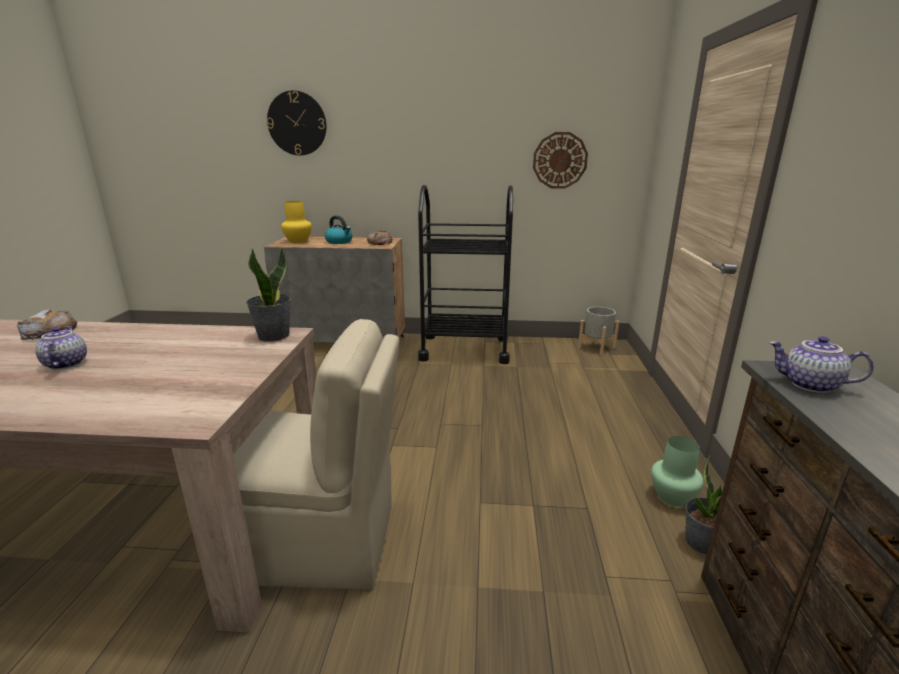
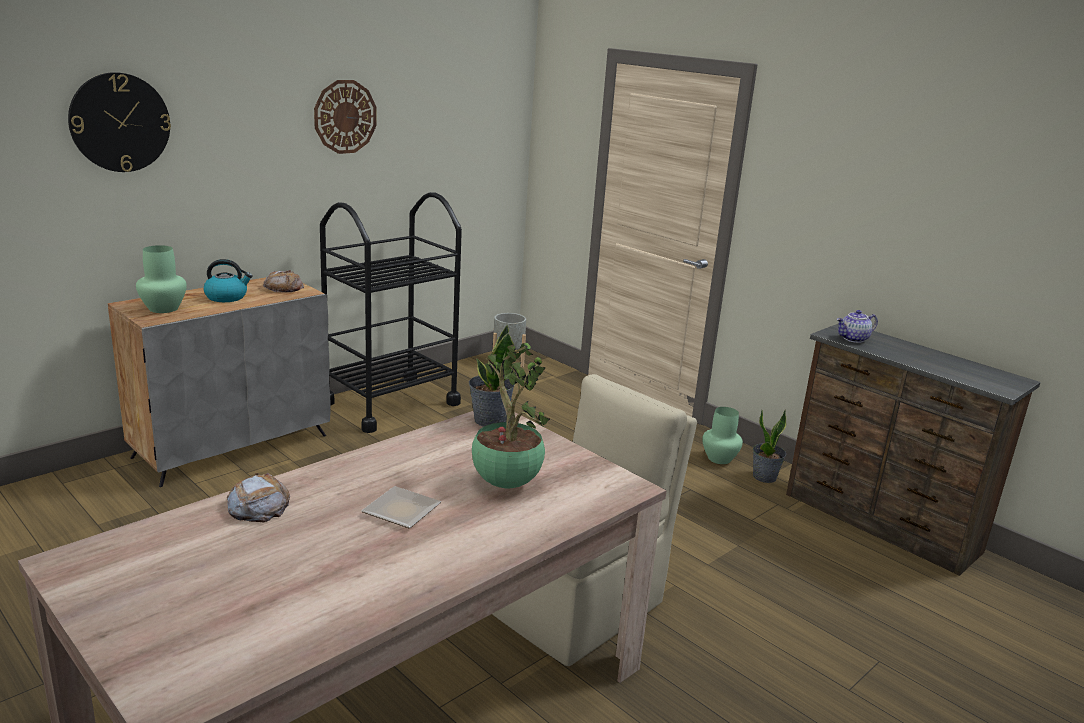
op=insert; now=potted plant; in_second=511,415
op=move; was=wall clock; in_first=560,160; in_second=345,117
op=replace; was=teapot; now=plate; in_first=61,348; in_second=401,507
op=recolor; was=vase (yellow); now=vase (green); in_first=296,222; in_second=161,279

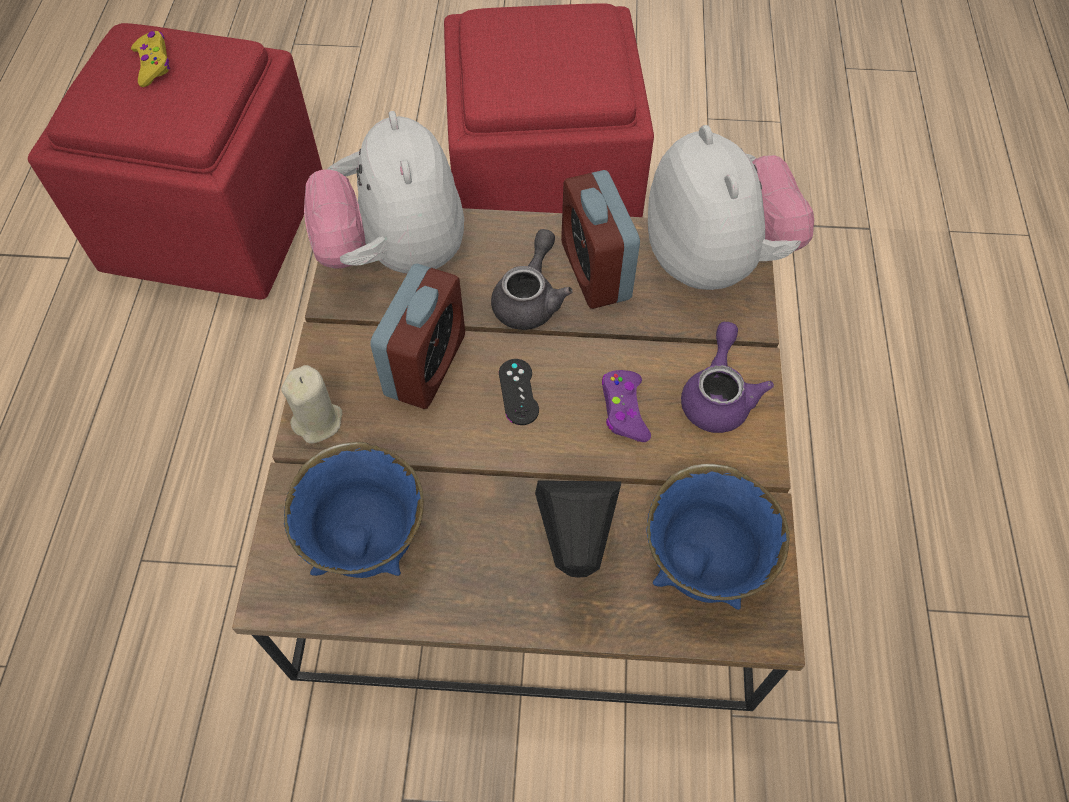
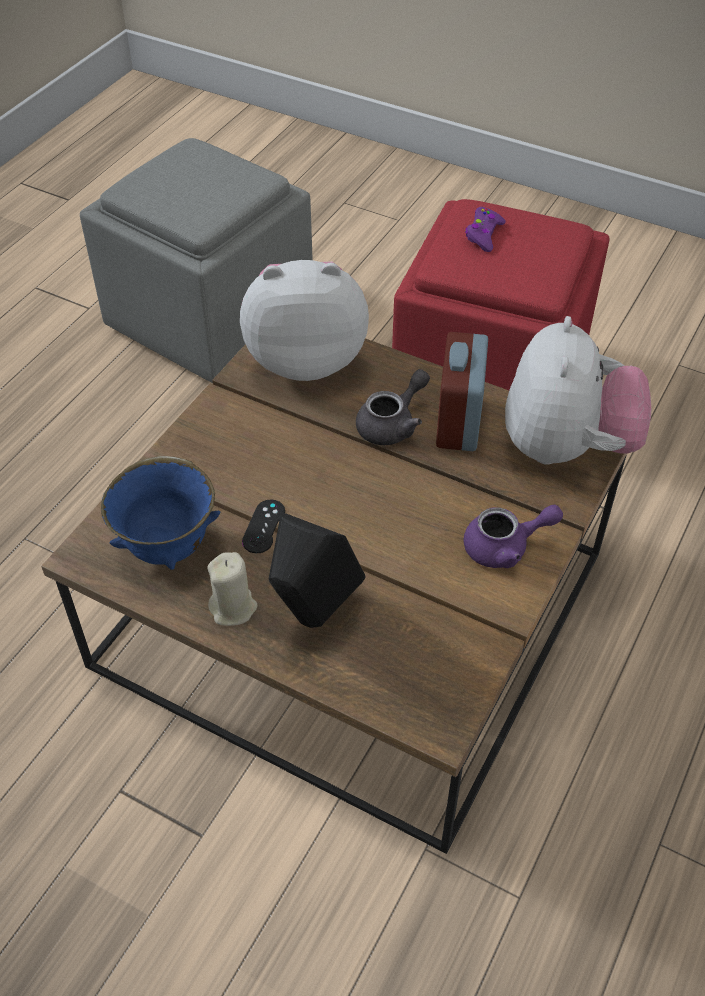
op=delete; was=game controller (yellow); in_first=150,59
op=delete; was=alarm clock; in_first=417,336
op=delete; was=bowl (blue); in_first=718,537
op=move; was=candle (beige); in_first=311,404; in_second=233,589
op=move; was=game controller (black); in_first=519,392; in_second=263,526
op=move; was=game controller (purple); in_first=626,406; in_second=485,229
op=recolor; was=ottoman (red); now=ottoman (grey); in_first=175,161; in_second=196,260
op=rotate; was=plush toy; in_first=384,192; in_second=304,320; clockwise=75
op=rotate; was=teapot (purple); in_first=727,377; in_second=513,536; clockwise=45

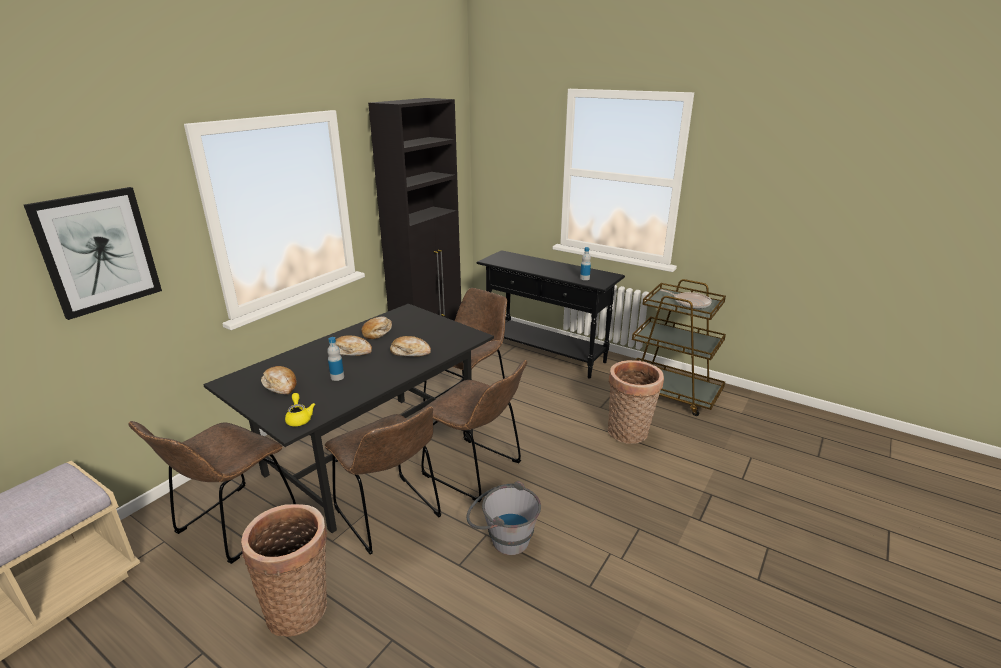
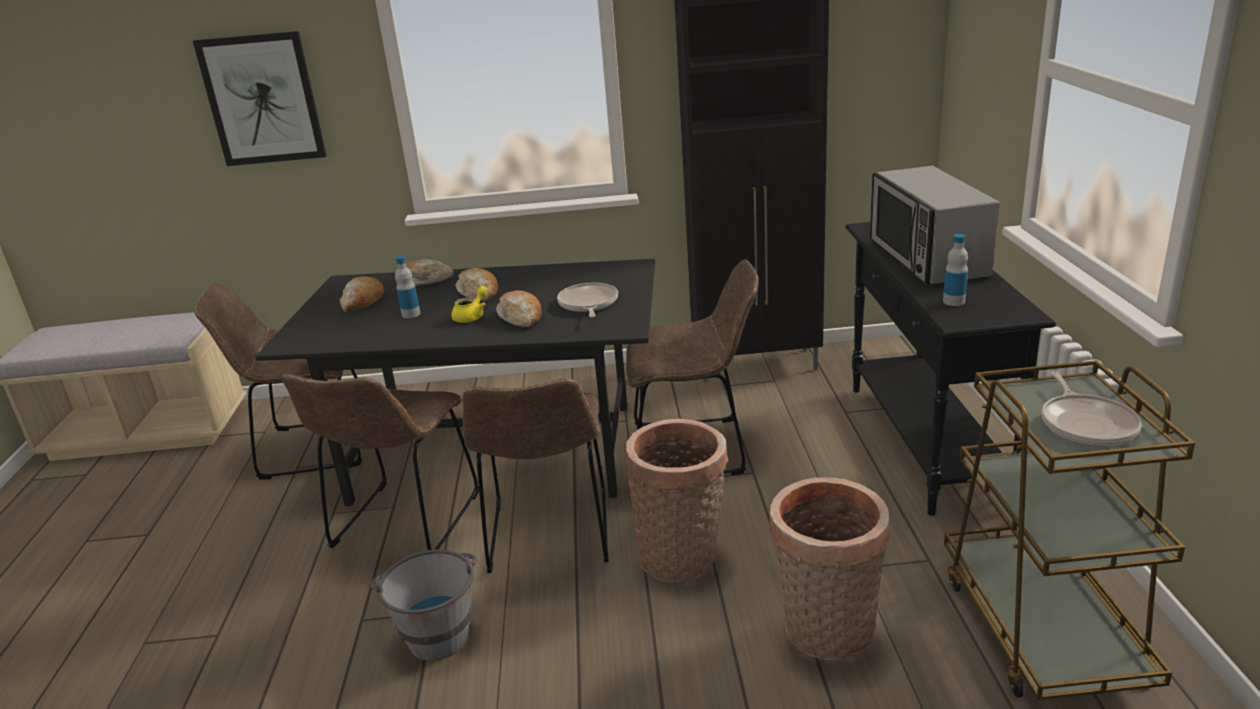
op=insert; now=frying pan; in_second=587,300
op=insert; now=microwave; in_second=935,225
op=move; was=basket; in_first=284,570; in_second=676,501
op=move; was=teapot (yellow); in_first=300,409; in_second=469,304
op=move; was=bread; in_first=376,327; in_second=424,272

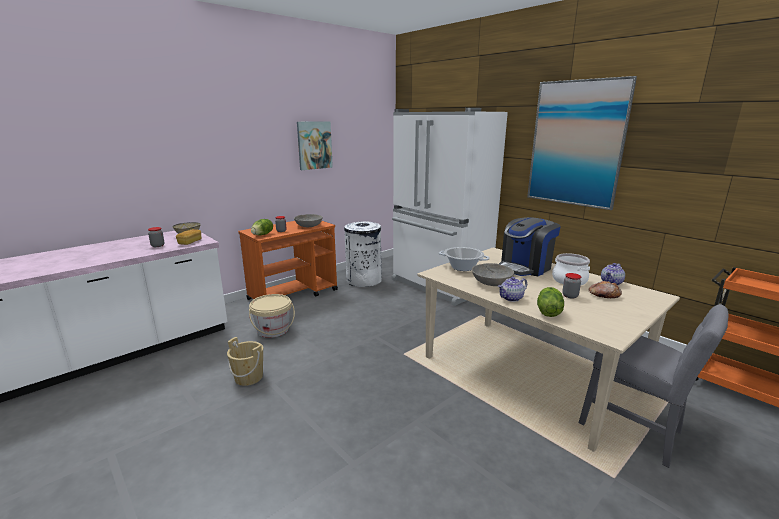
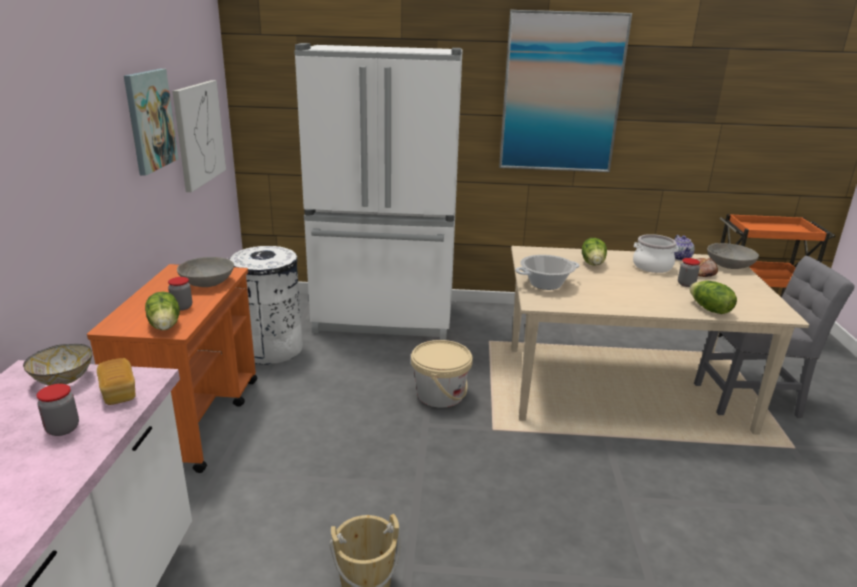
op=delete; was=teapot; in_first=512,289
op=insert; now=picture; in_second=199,136
op=move; was=bucket (beige); in_first=272,316; in_second=442,374
op=move; was=bowl (grey); in_first=493,274; in_second=733,256
op=replace; was=coffee machine; now=lettuce; in_first=530,246; in_second=594,252

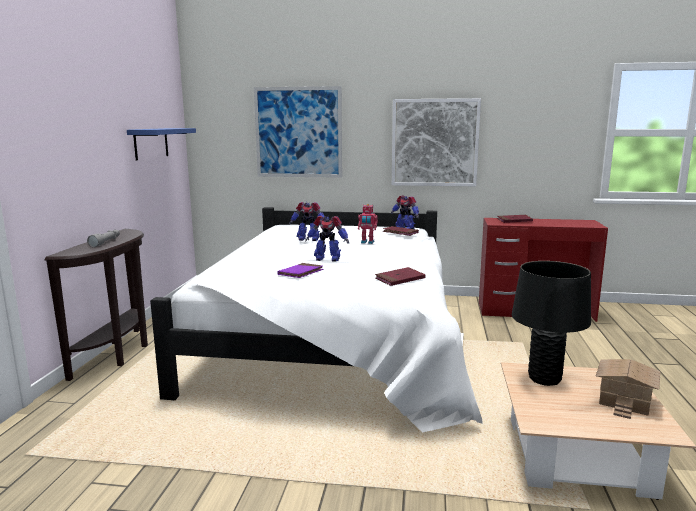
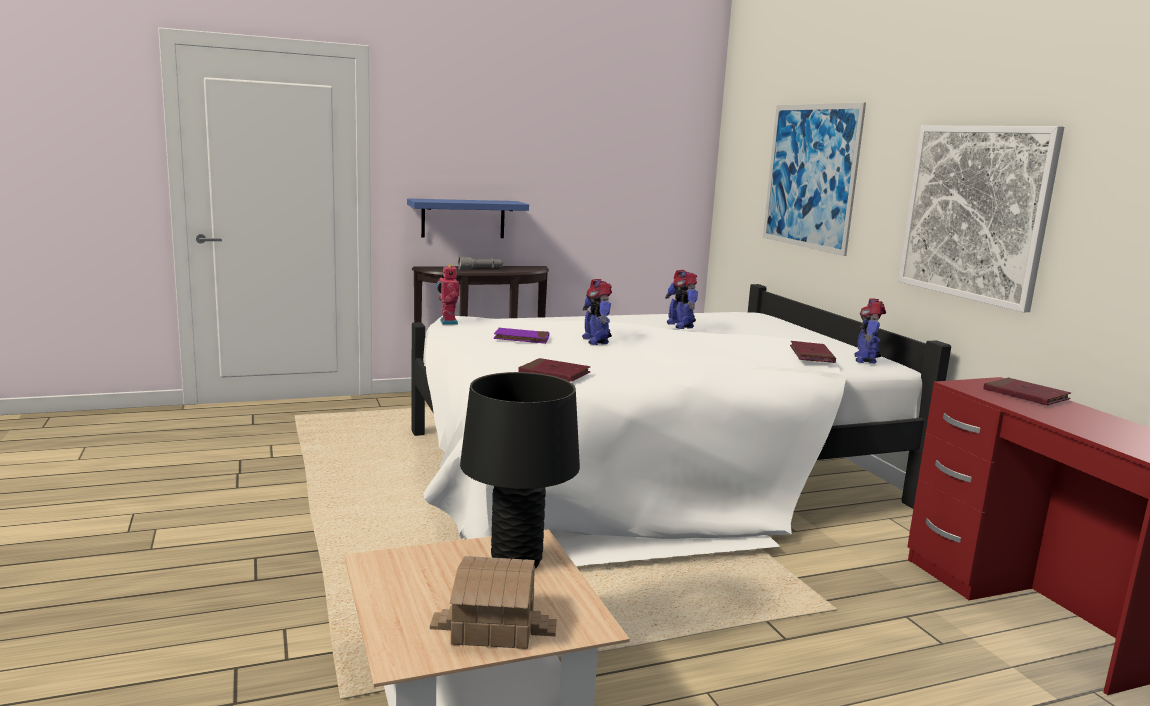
op=move; was=shelf (blue); in_first=161,144; in_second=468,218
op=move; was=toy robot; in_first=368,224; in_second=447,295

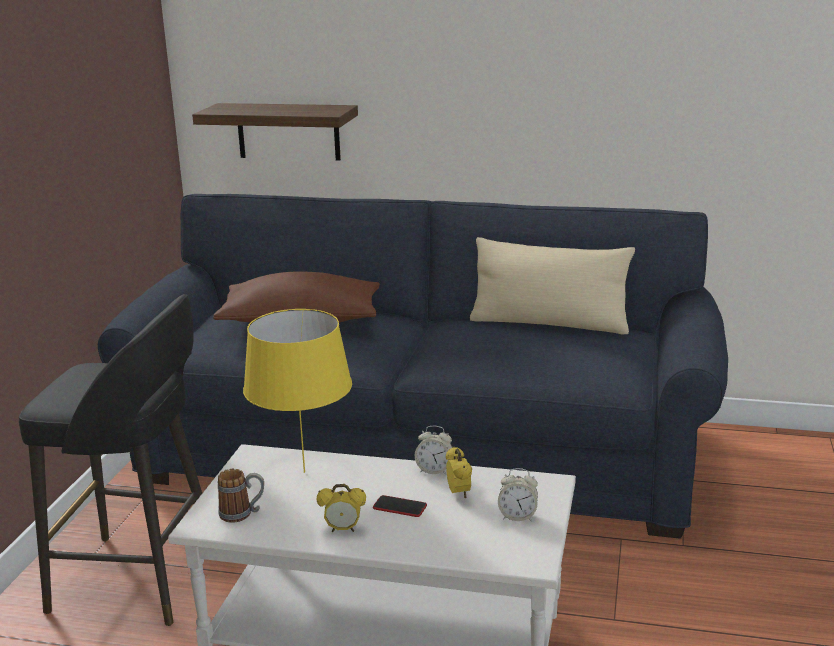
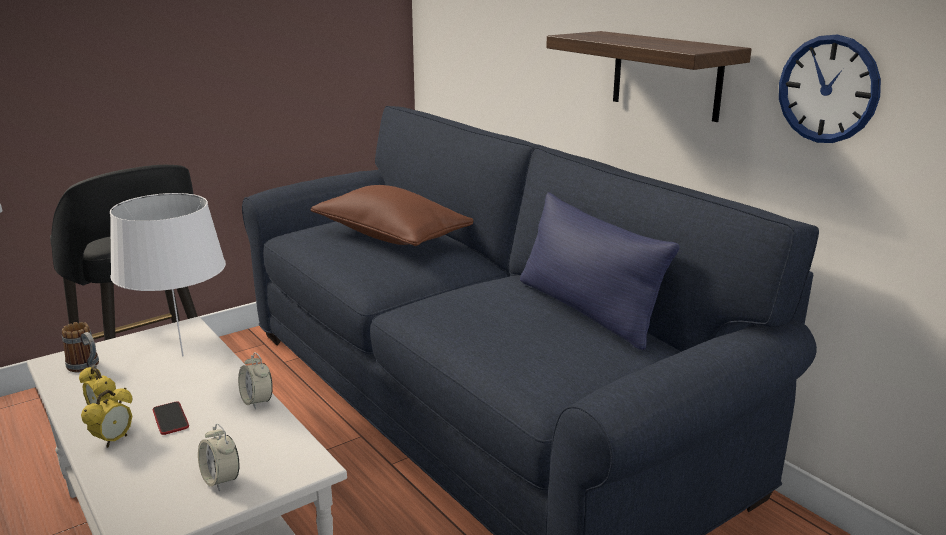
op=insert; now=wall clock; in_second=830,88
op=move; was=shelf; in_first=275,132; in_second=649,76
op=move; was=alarm clock; in_first=459,473; in_second=106,418
op=recolor; was=table lamp (yellow); now=table lamp (white); in_first=297,391; in_second=168,275
op=recolor; was=pillow (beige); now=pillow (blue); in_first=552,285; in_second=600,271

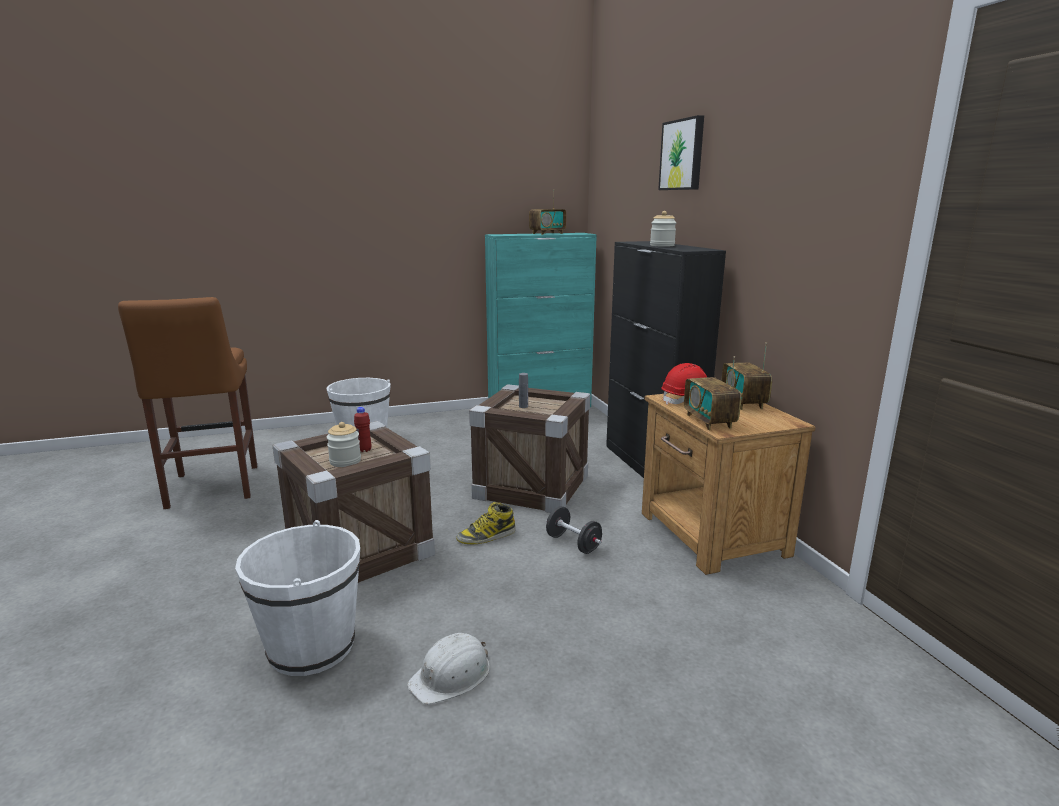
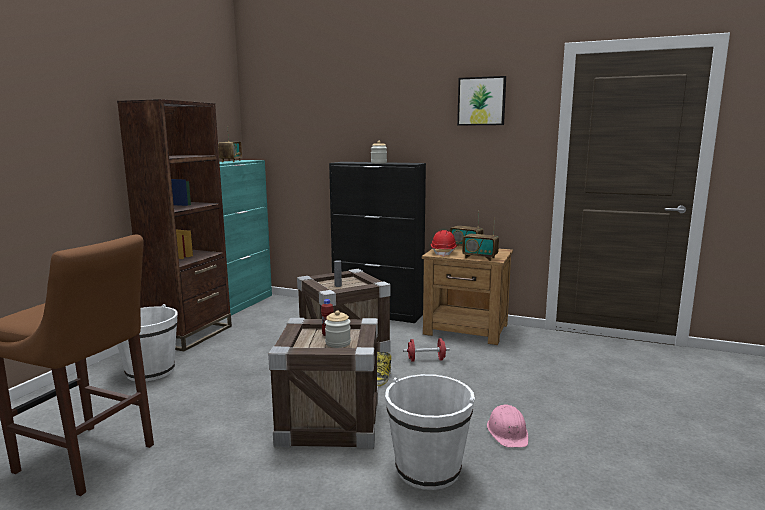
op=insert; now=bookcase (brown); in_second=174,225
op=move; was=picture; in_first=681,152; in_second=481,101
op=recolor; was=hard hat (white); now=hard hat (pink); in_first=448,668; in_second=508,426
op=recolor; was=dumbbell (black); now=dumbbell (red); in_first=574,530; in_second=426,350

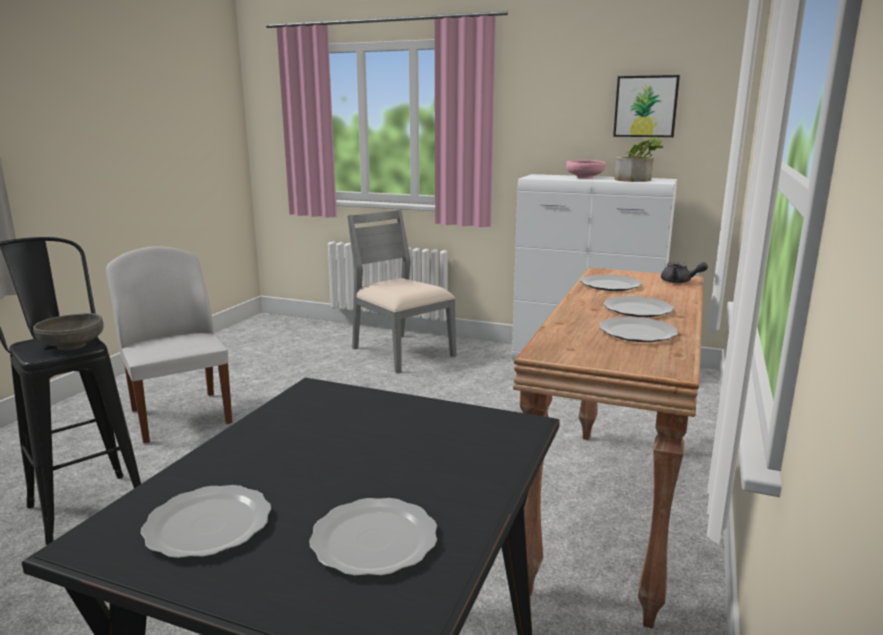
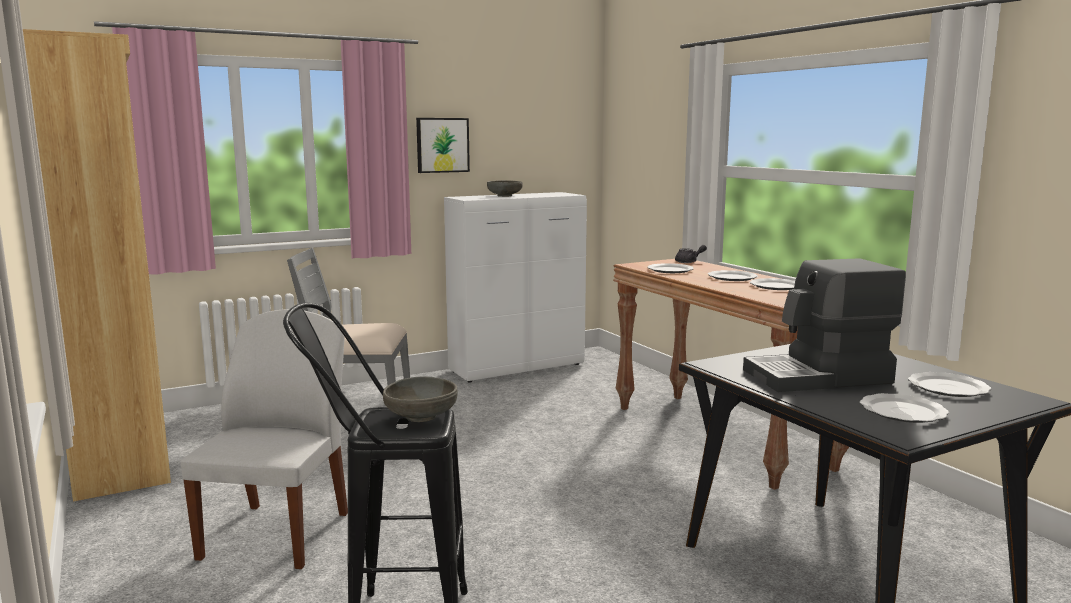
op=delete; was=potted plant; in_first=638,159
op=insert; now=bookcase (brown); in_second=97,265
op=insert; now=coffee machine; in_second=824,325
op=move; was=picture; in_first=646,106; in_second=443,145
op=recolor; was=bowl (pink); now=bowl (grey); in_first=586,169; in_second=505,188
op=rotate; was=chair (white); in_first=169,344; in_second=264,439; clockwise=90

